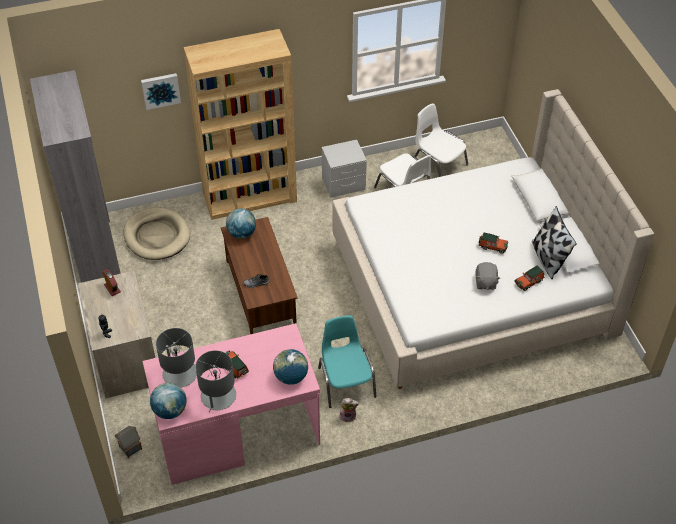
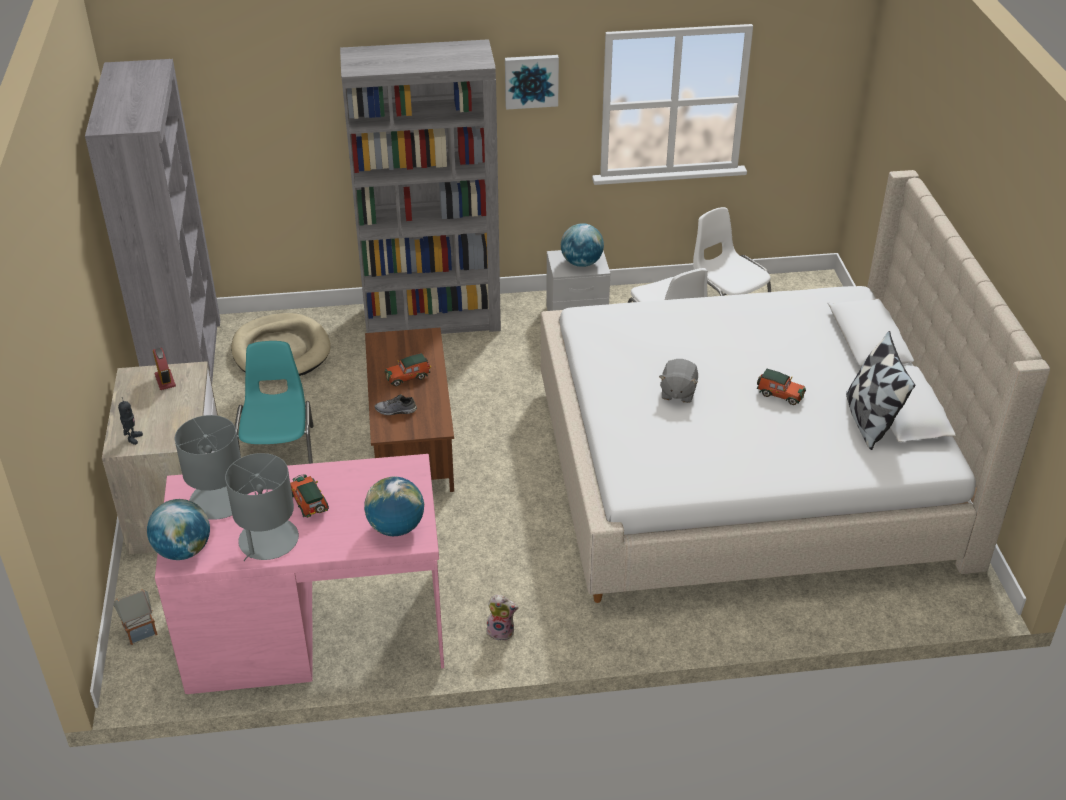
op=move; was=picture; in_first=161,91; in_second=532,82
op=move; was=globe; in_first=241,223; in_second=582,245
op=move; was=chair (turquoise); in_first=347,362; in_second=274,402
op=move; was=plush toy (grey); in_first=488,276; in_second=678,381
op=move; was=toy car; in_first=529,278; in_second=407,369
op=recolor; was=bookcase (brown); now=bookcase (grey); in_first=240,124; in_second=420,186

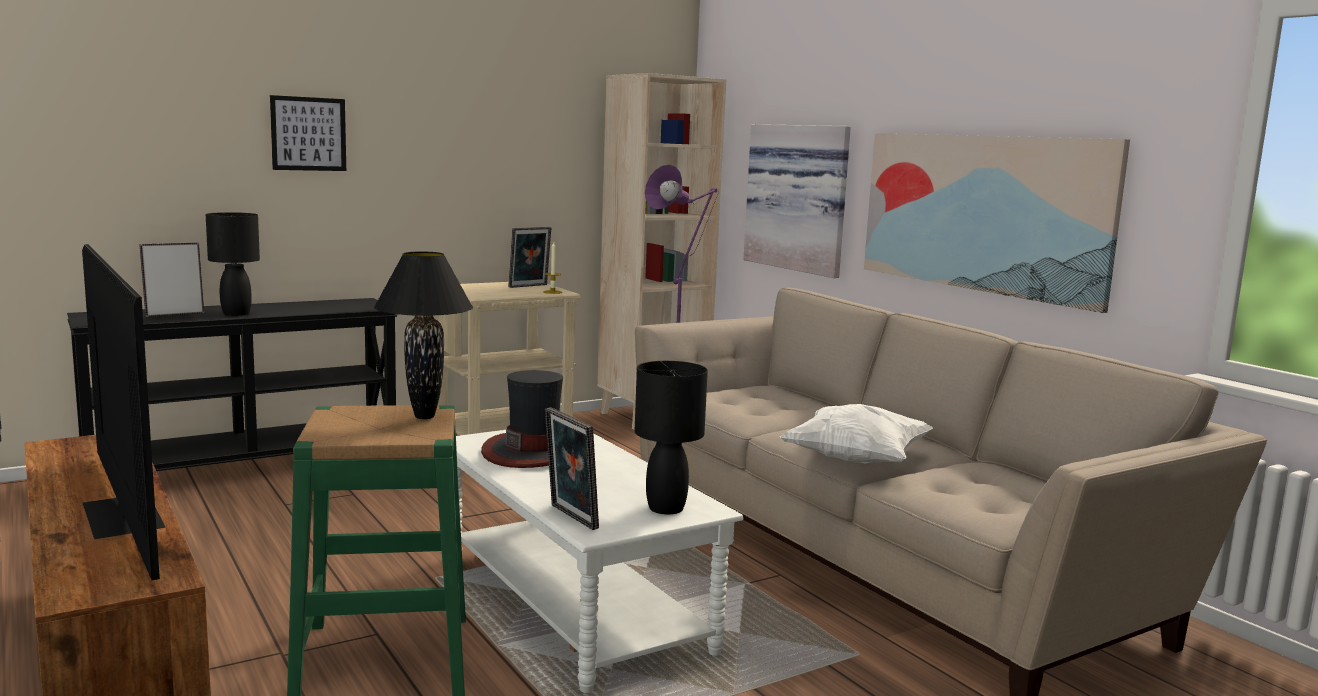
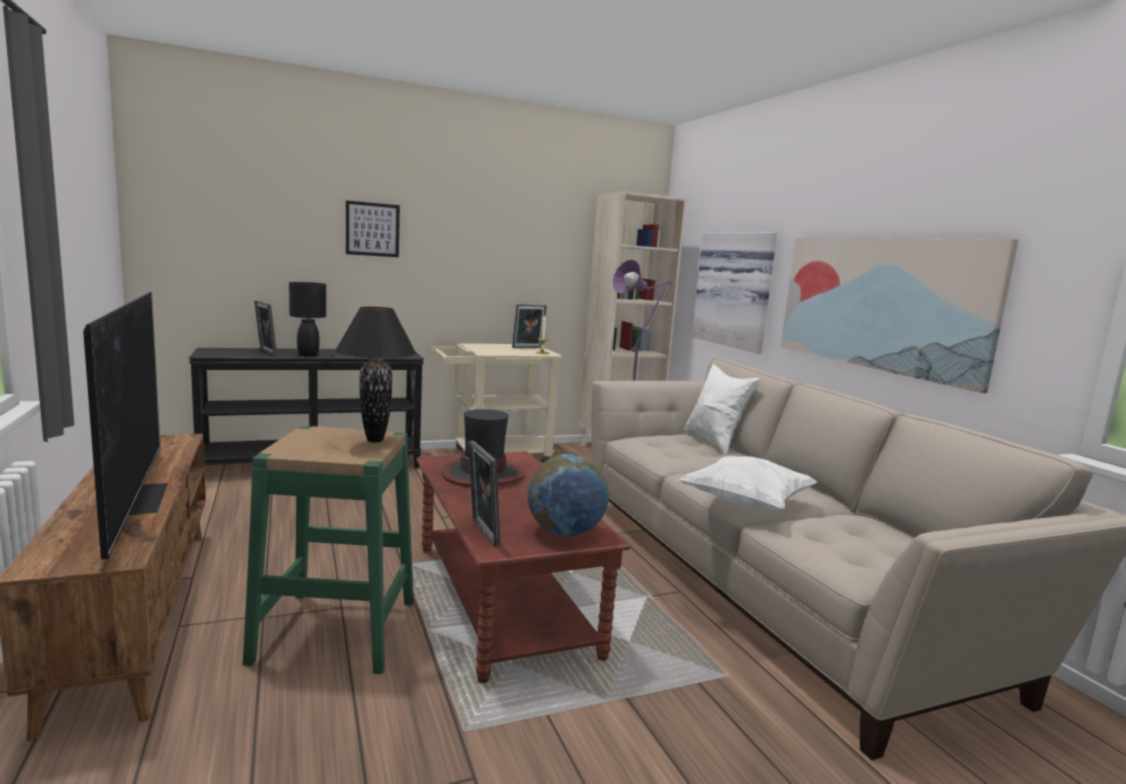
op=insert; now=pillow (white); in_second=721,409
op=replace; was=table lamp (black); now=globe; in_first=671,438; in_second=568,495
op=recolor; was=coffee table (white); now=coffee table (brown); in_first=599,561; in_second=523,567
op=rotate; was=picture frame; in_first=171,280; in_second=265,328; clockwise=-105

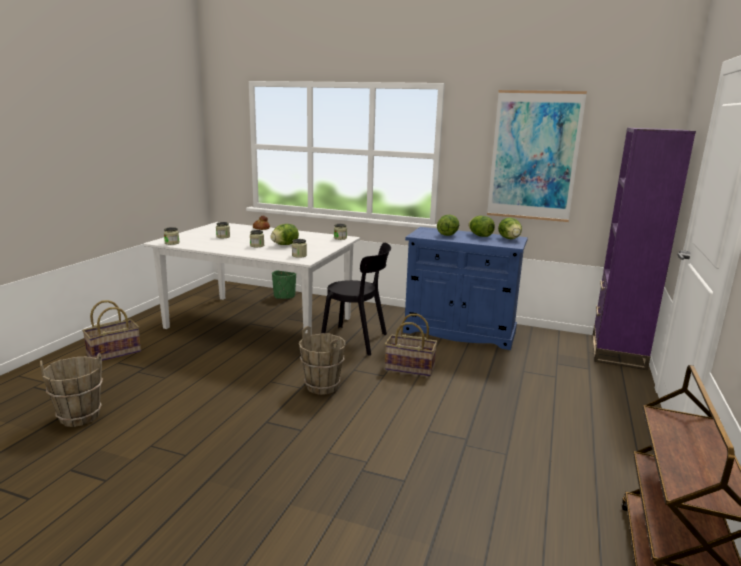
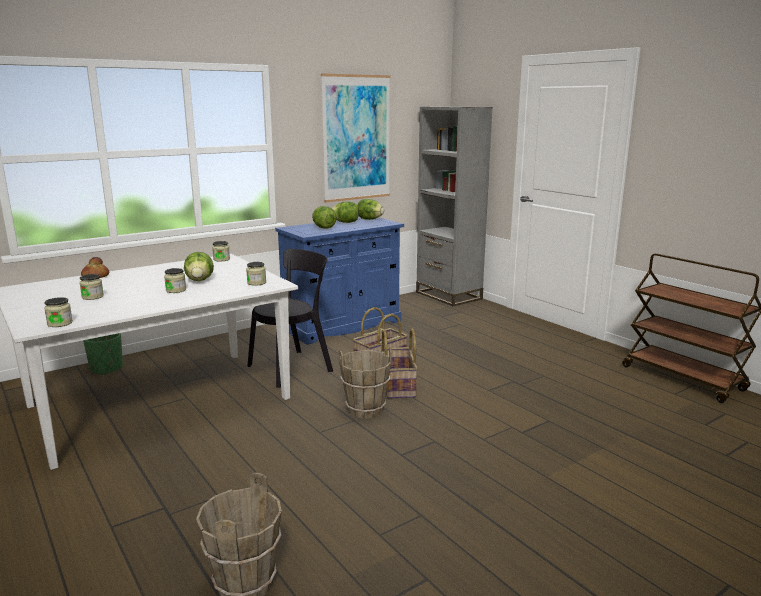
op=move; was=basket; in_first=111,330; in_second=399,364
op=recolor; was=bookcase (purple); now=bookcase (grey); in_first=644,249; in_second=454,206

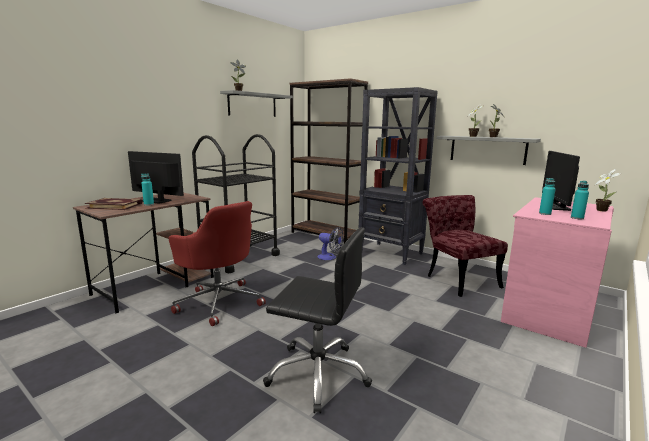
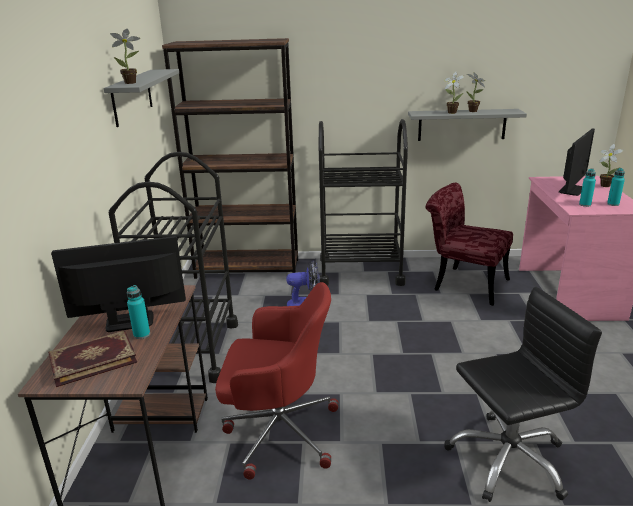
op=replace; was=bookcase (black); now=cart (black); in_first=398,176; in_second=363,202
op=rotate; was=monitor; in_first=561,181; in_second=577,162; clockwise=-120

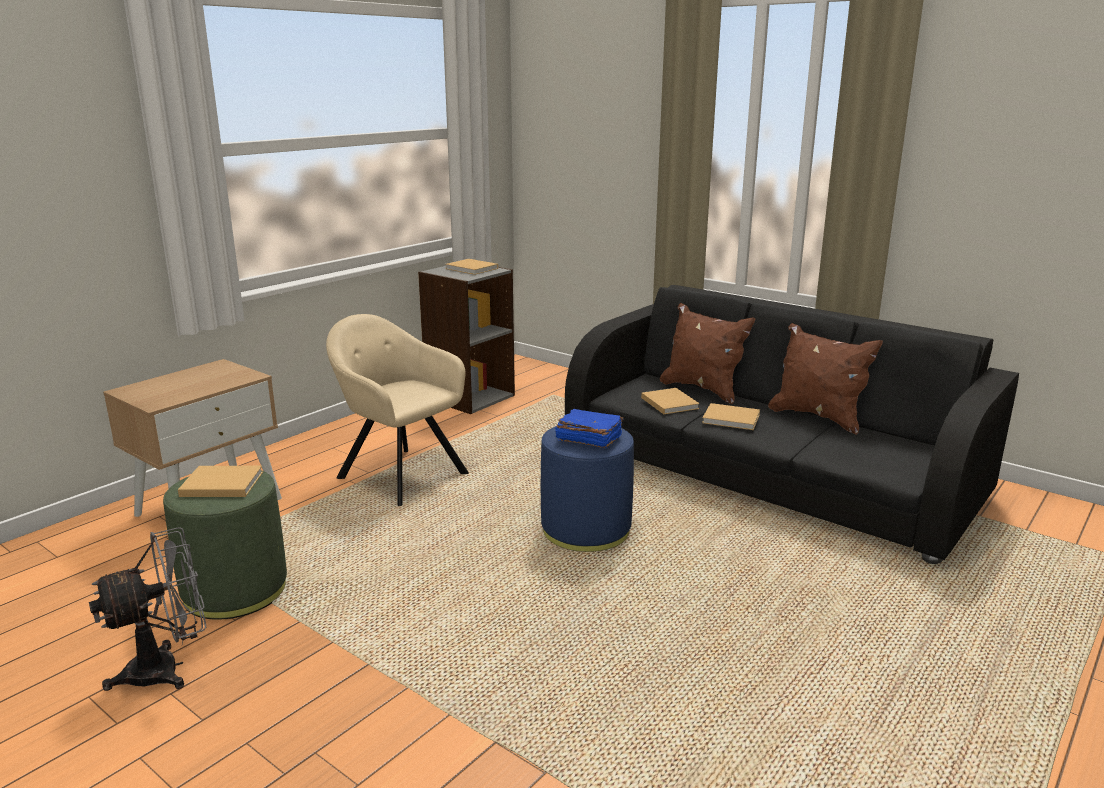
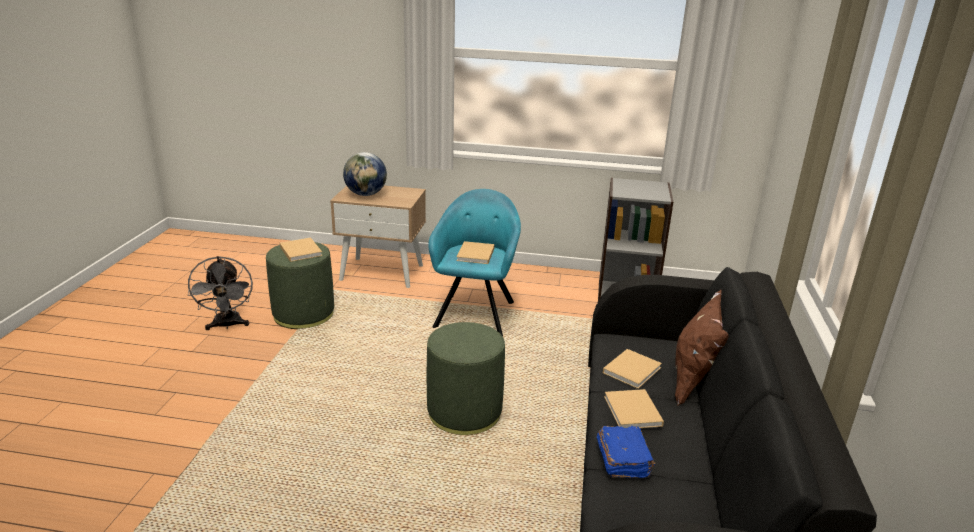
op=delete; was=pillow (brown); in_first=825,379
op=insert; now=globe; in_second=365,174
op=move; was=book (beige); in_first=471,267; in_second=475,252
op=move; was=book (blue); in_first=589,428; in_second=626,452
op=recolor; was=armchair (beige); now=armchair (turquoise); in_first=397,410; in_second=474,262
op=recolor; was=ottoman (blue); now=ottoman (green); in_first=587,489; in_second=466,378
op=rotate; was=fan (grey); in_first=147,609; in_second=220,293; clockwise=45

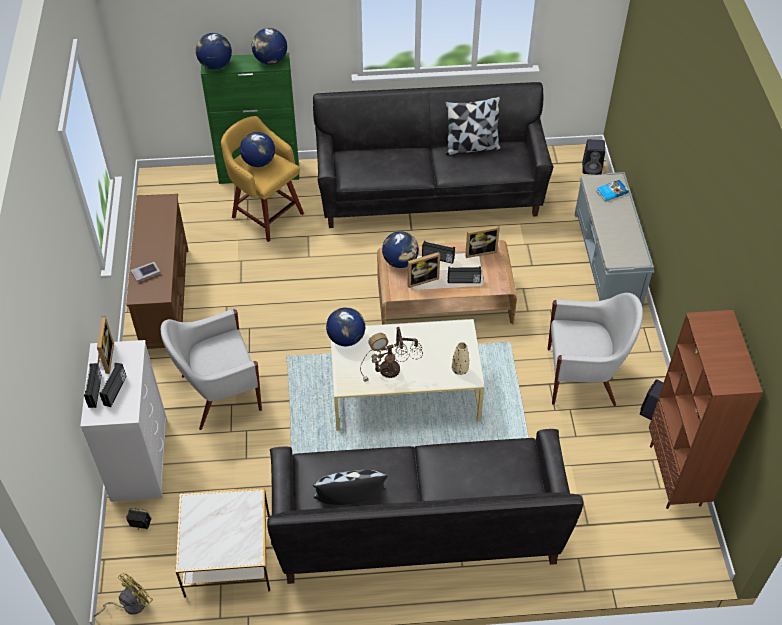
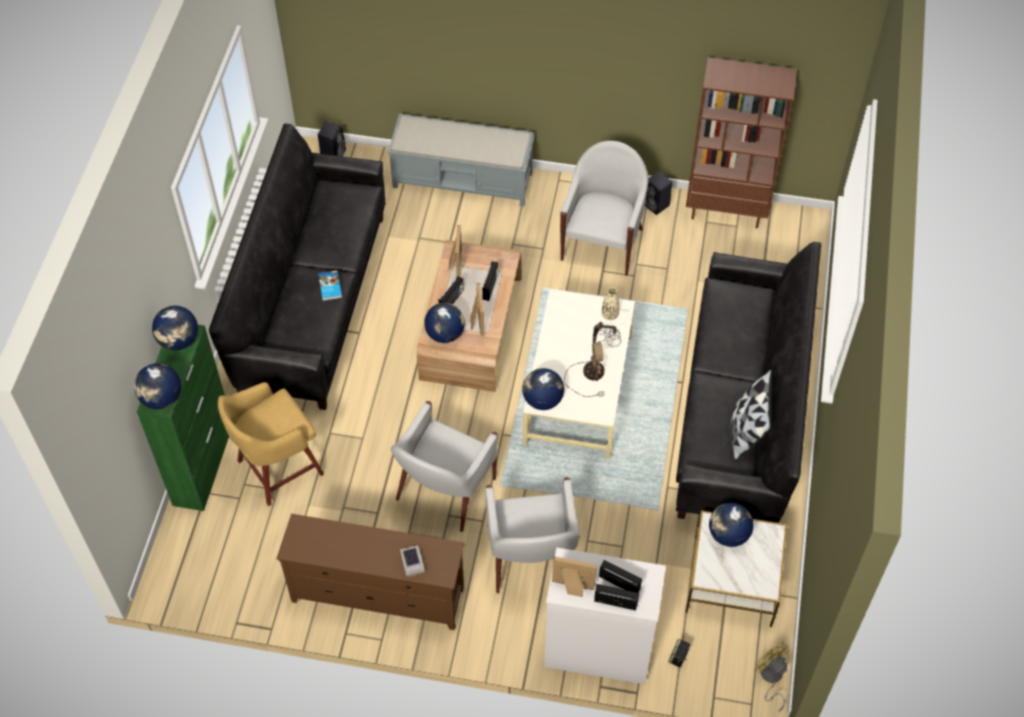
op=delete; was=pillow; in_first=473,125
op=insert; now=armchair (white); in_second=444,466
op=move; was=globe; in_first=257,149; in_second=731,525
op=move; was=book; in_first=612,191; in_second=330,285

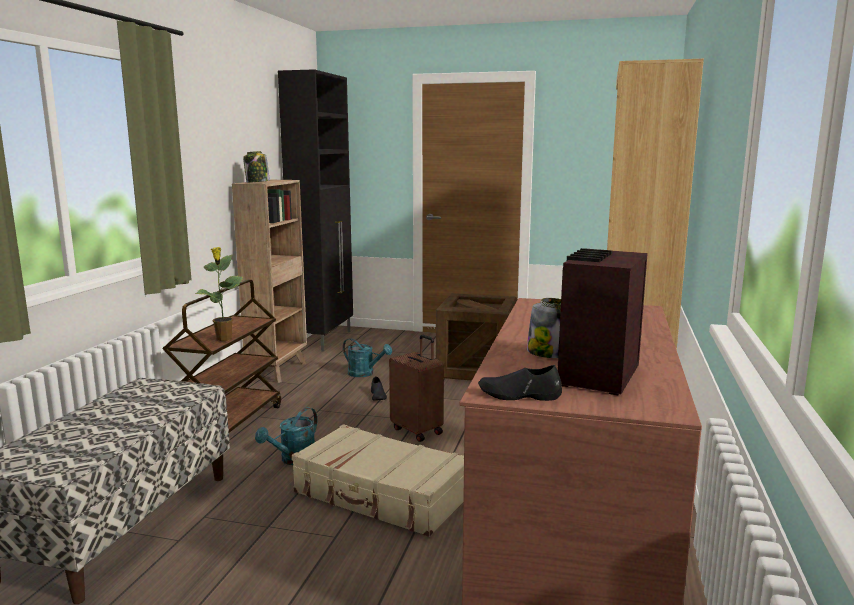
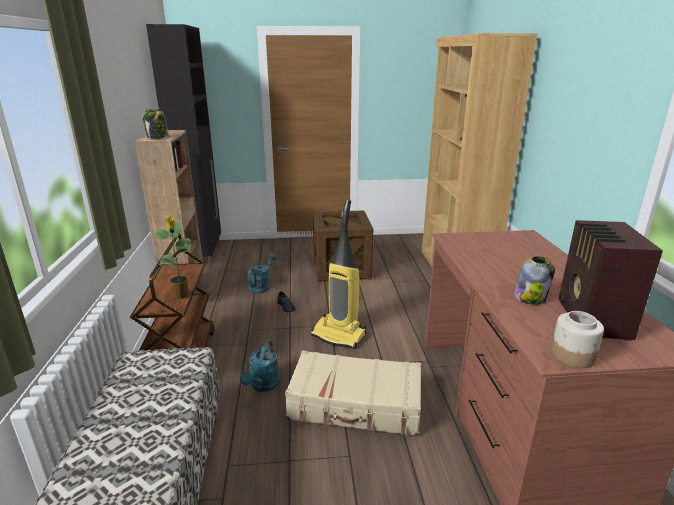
op=replace; was=suitcase (brown); now=vacuum cleaner; in_first=416,388; in_second=338,274
op=replace; was=shoe (black); now=jar; in_first=520,383; in_second=577,339
op=rotate; was=watering can (turquoise); in_first=367,357; in_second=262,273; clockwise=-75

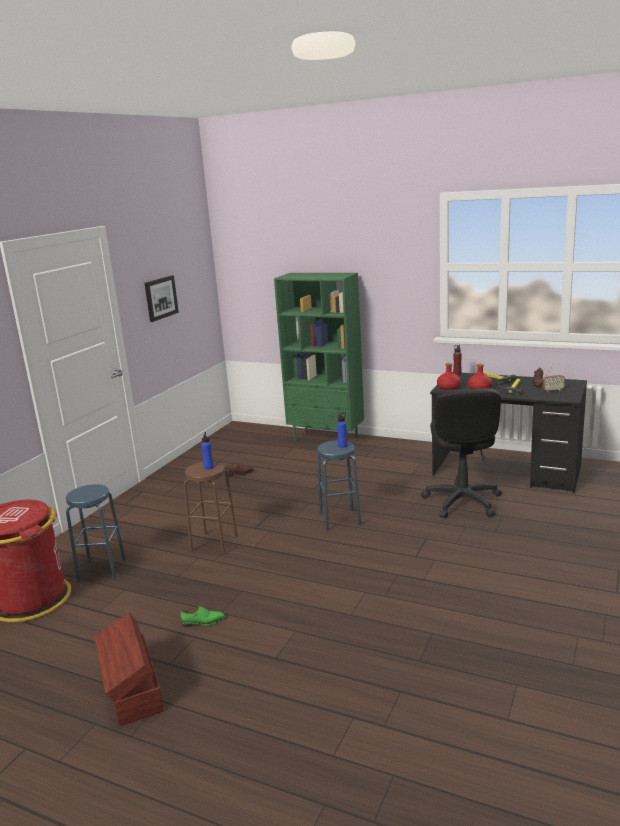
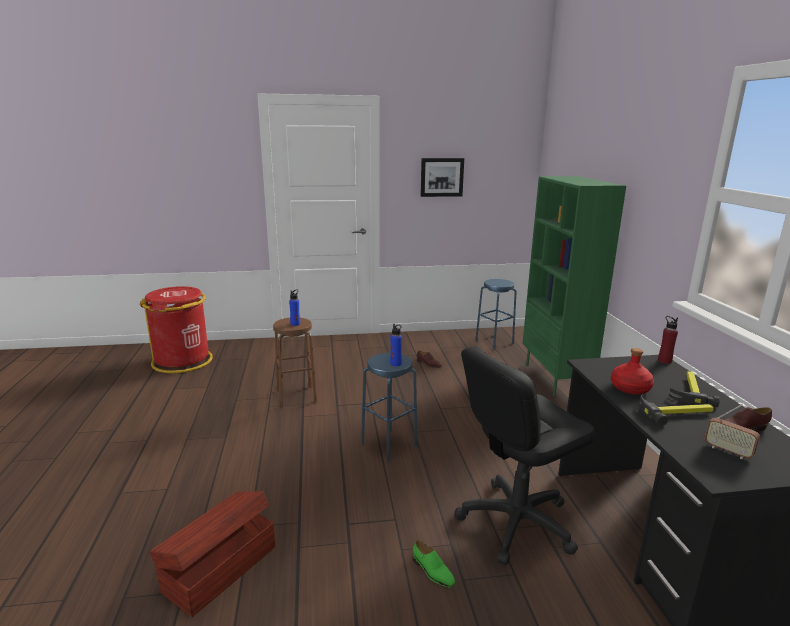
op=delete; was=bottle (red); in_first=449,376
op=move; was=stool (blue); in_first=96,533; in_second=495,314
op=move; was=storage box (brown); in_first=129,669; in_second=212,554
op=move; was=shoe (green); in_first=203,616; in_second=434,564

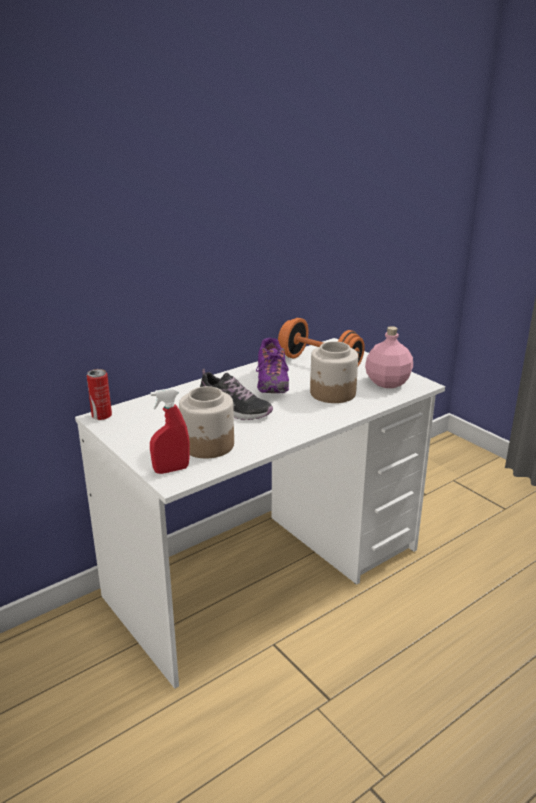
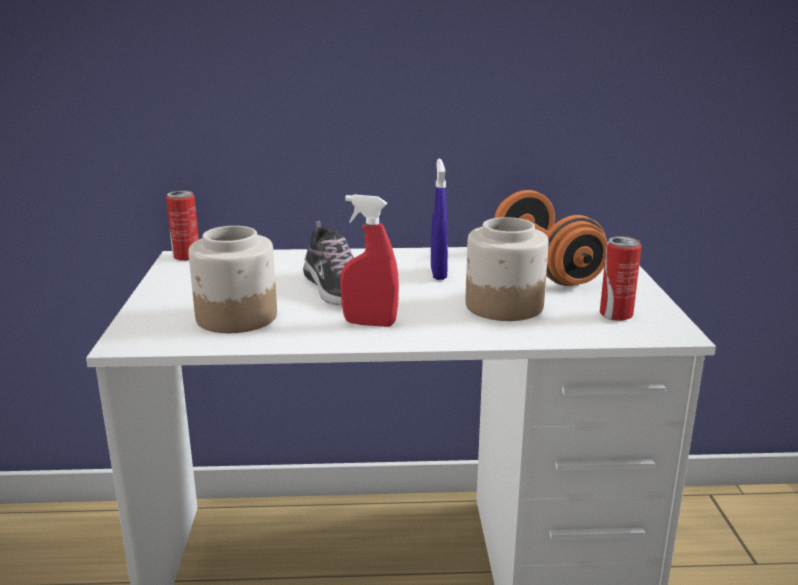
op=move; was=spray bottle (red); in_first=170,431; in_second=369,260
op=replace; was=shoe (purple); now=spray bottle (blue); in_first=272,365; in_second=439,219
op=replace; was=bottle (pink); now=can; in_first=389,357; in_second=621,278

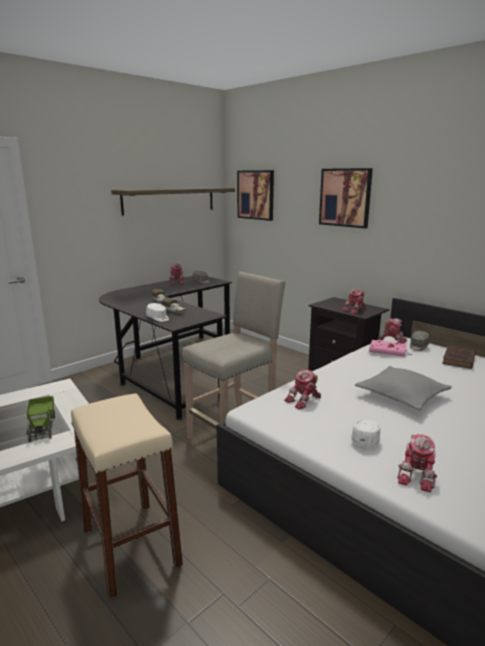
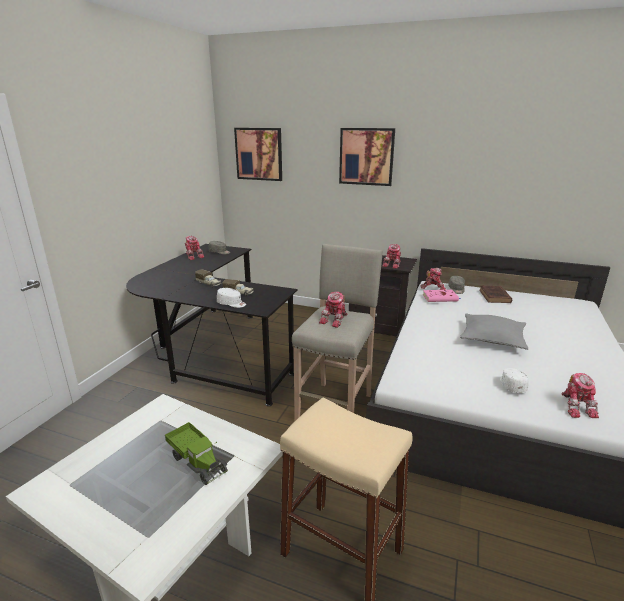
op=delete; was=shelf; in_first=173,202
op=move; was=toy robot; in_first=302,390; in_second=333,310

